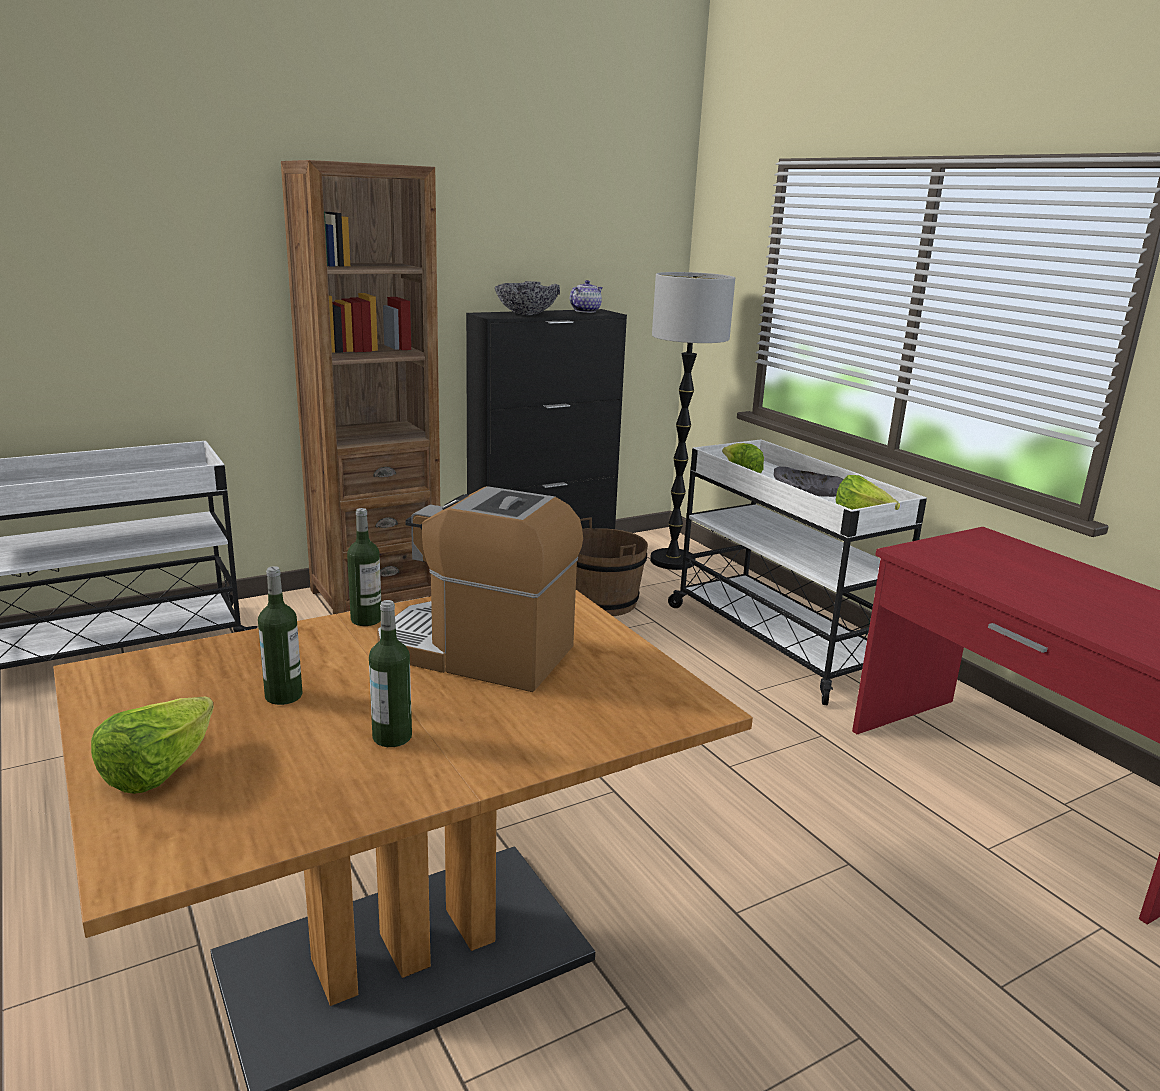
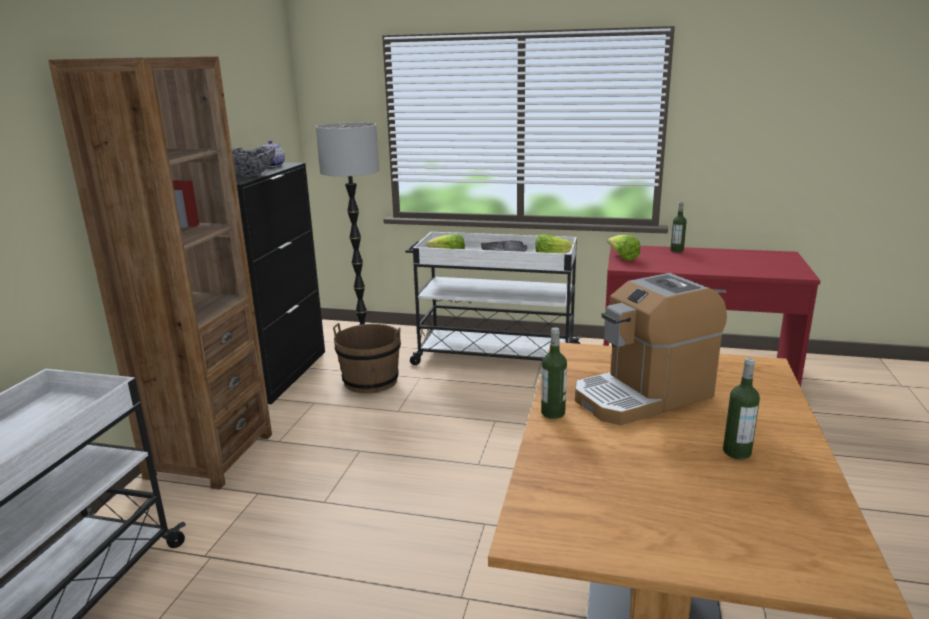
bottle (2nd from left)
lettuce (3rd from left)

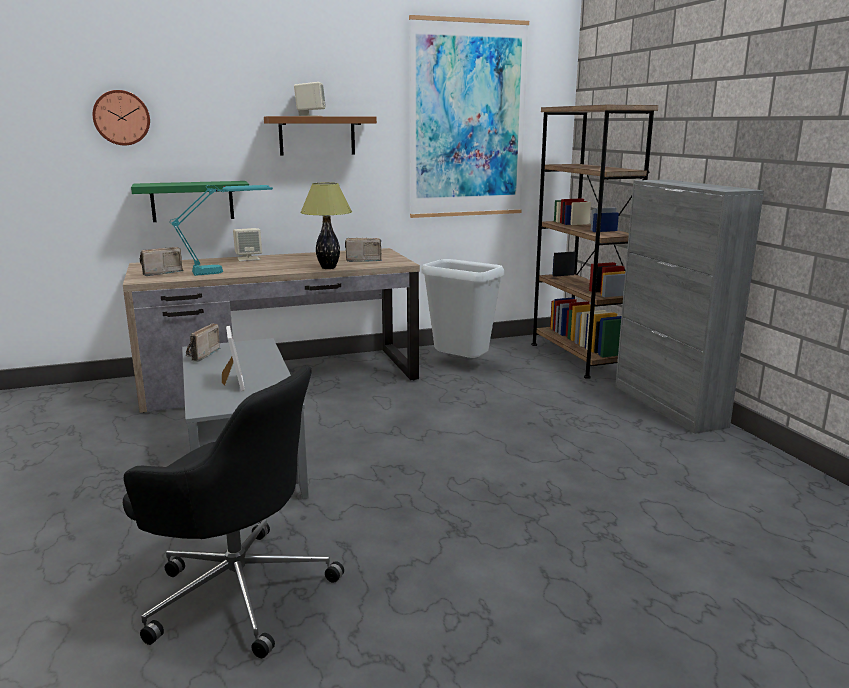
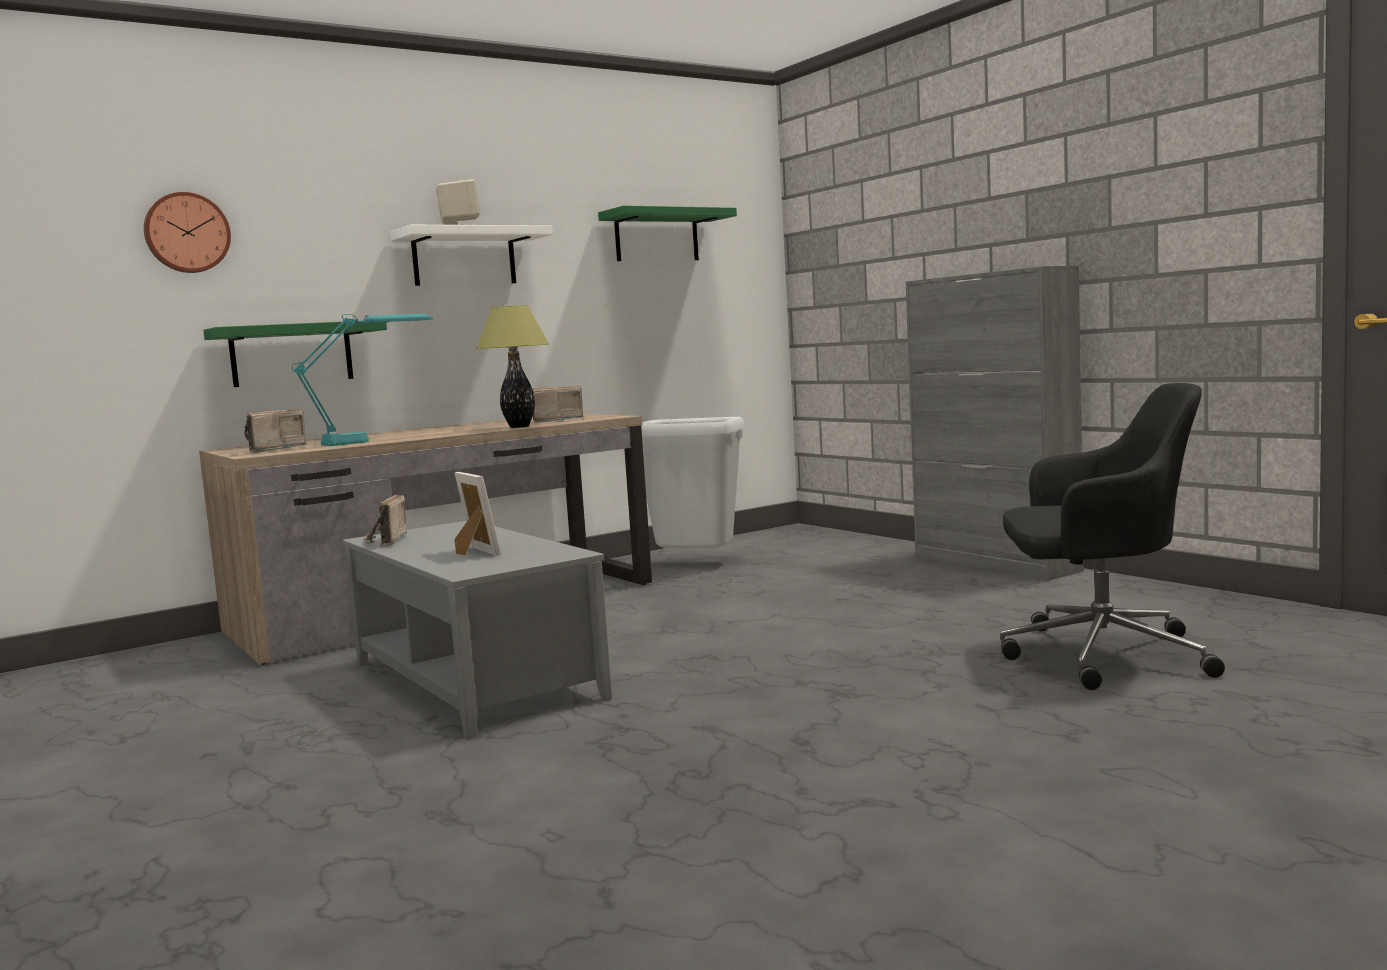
green-coloured wall shelf (2nd from left)
brown-coloured shelving unit
whitish wall shelf
beige audio speaker (1st from left in the first image)
blackish computer chair

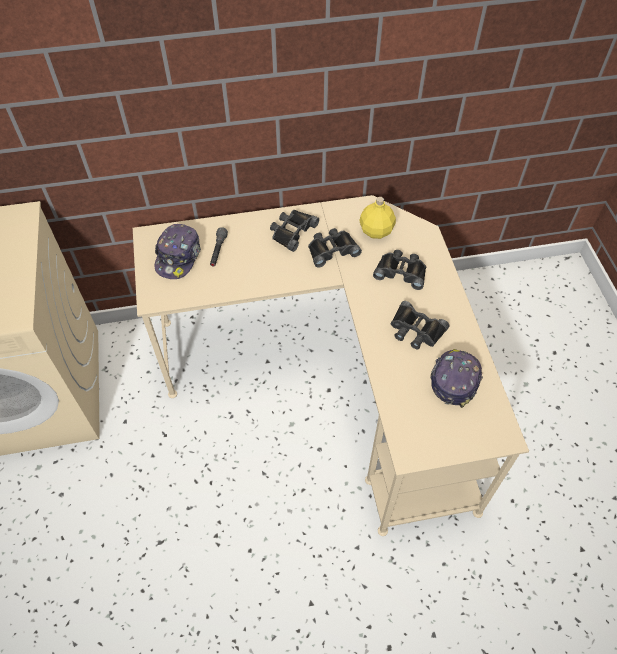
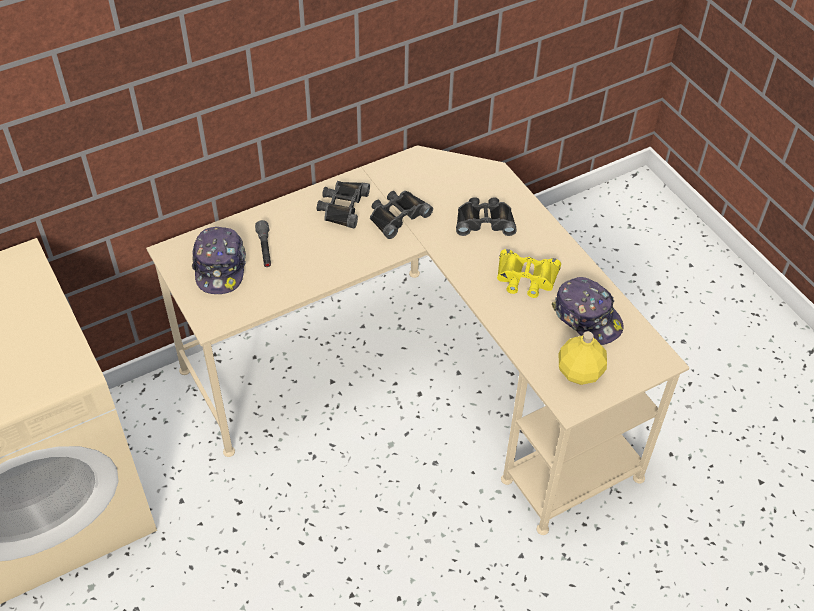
yellow-coloured bottle
yellow-coloured binoculars
peaked cap (2nd from left)

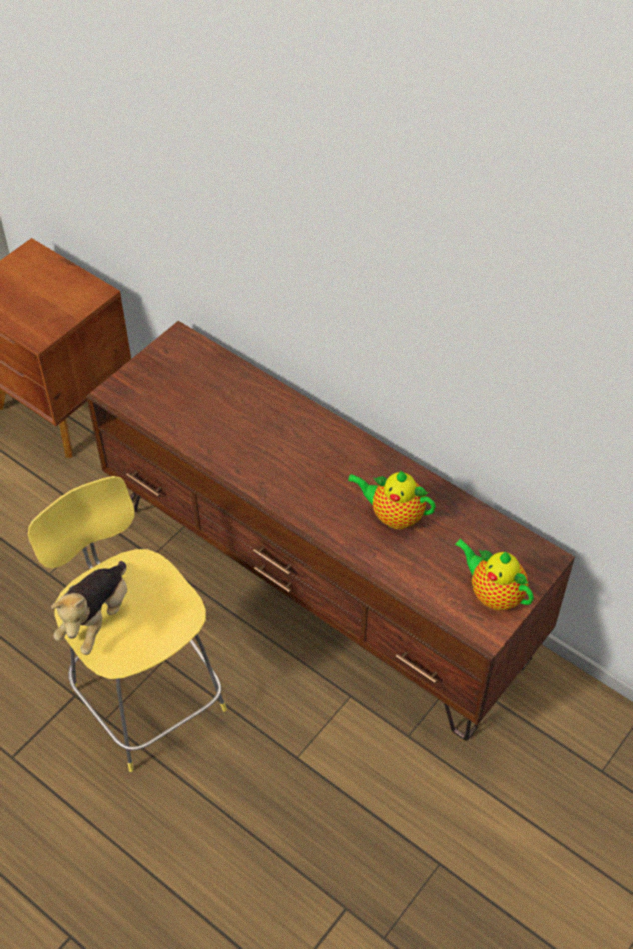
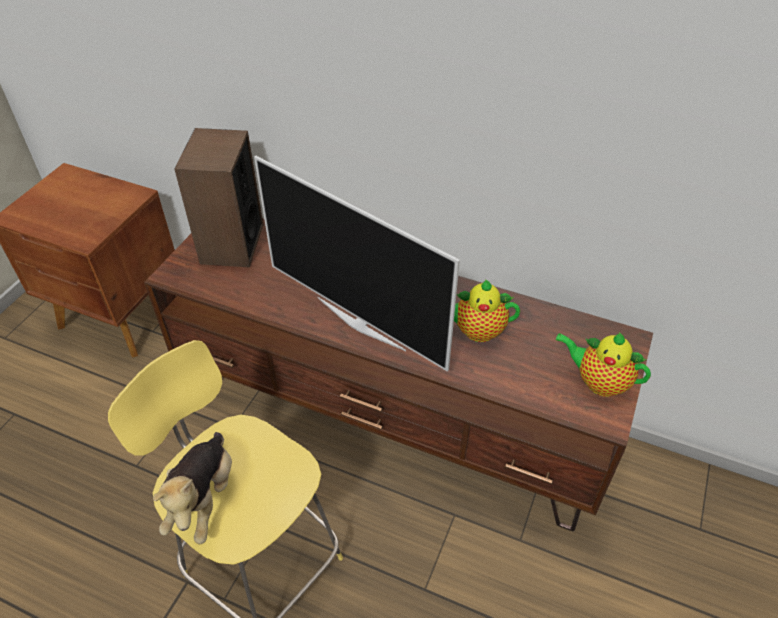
audio speaker
television

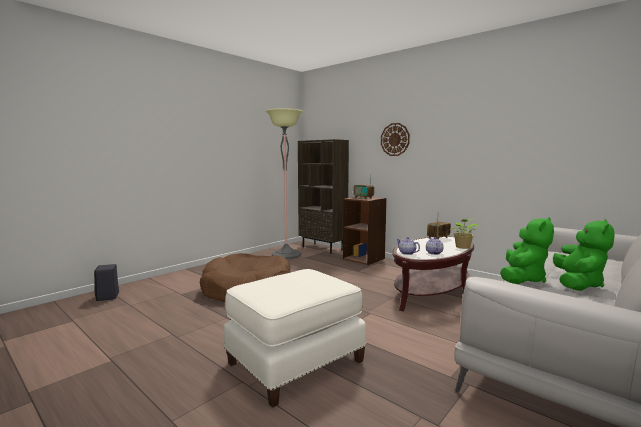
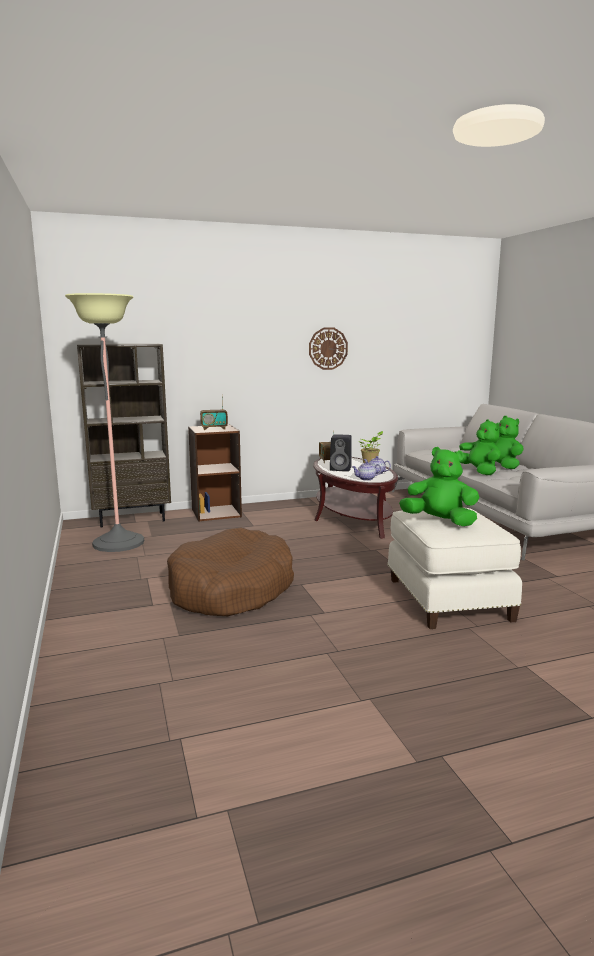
clock on the wall
blackish audio speaker
green-coloured plush toy (1st from left)

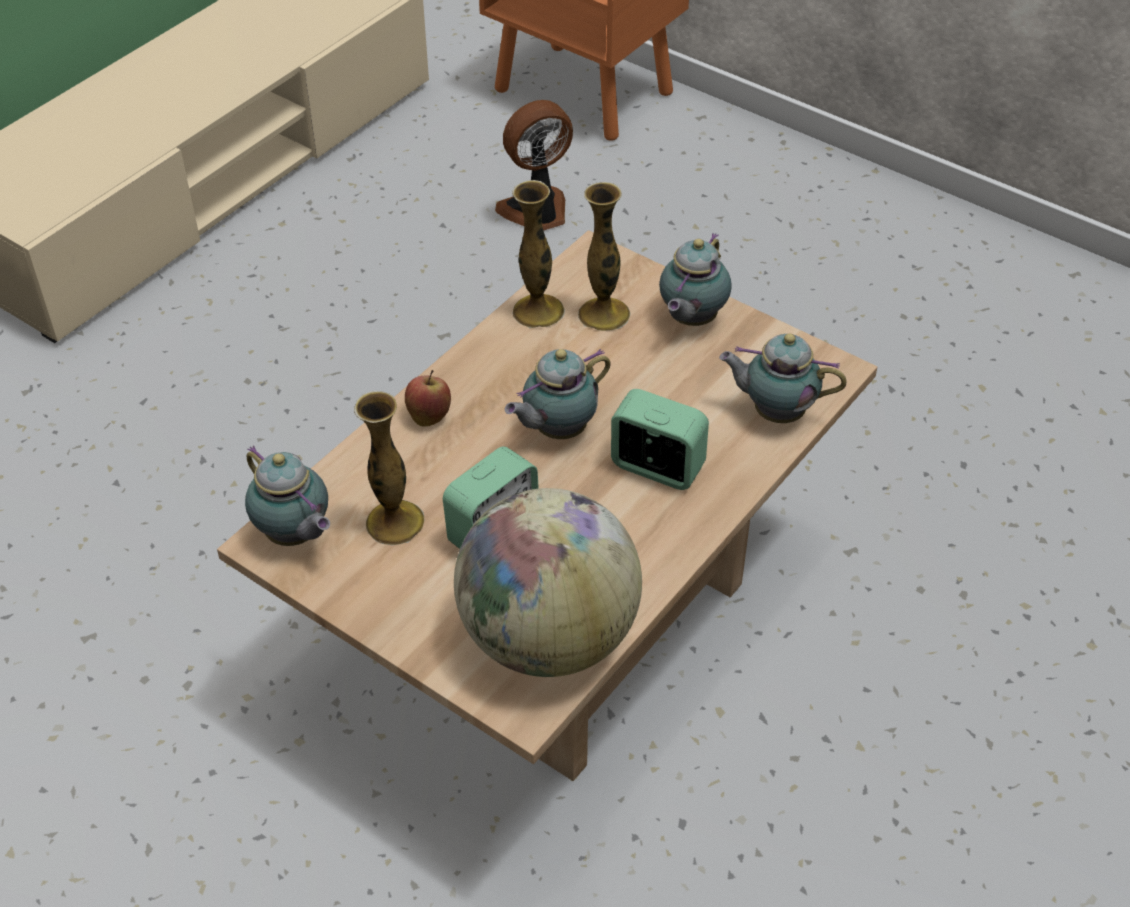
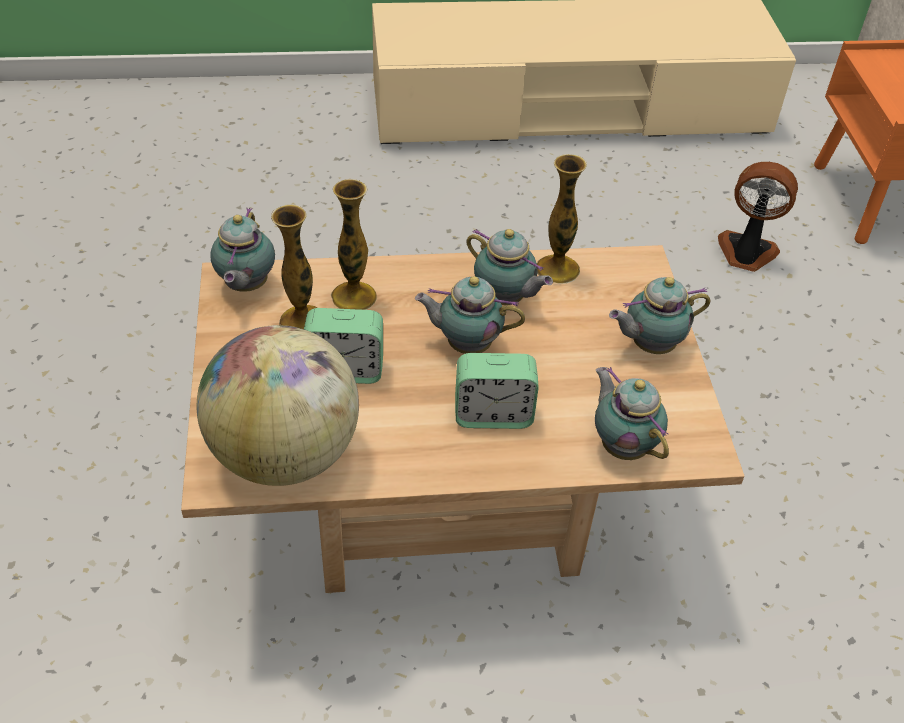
decorative vase (2nd from left)
apple fruit
table clock (2nd from left)
pot for tea (3rd from left)

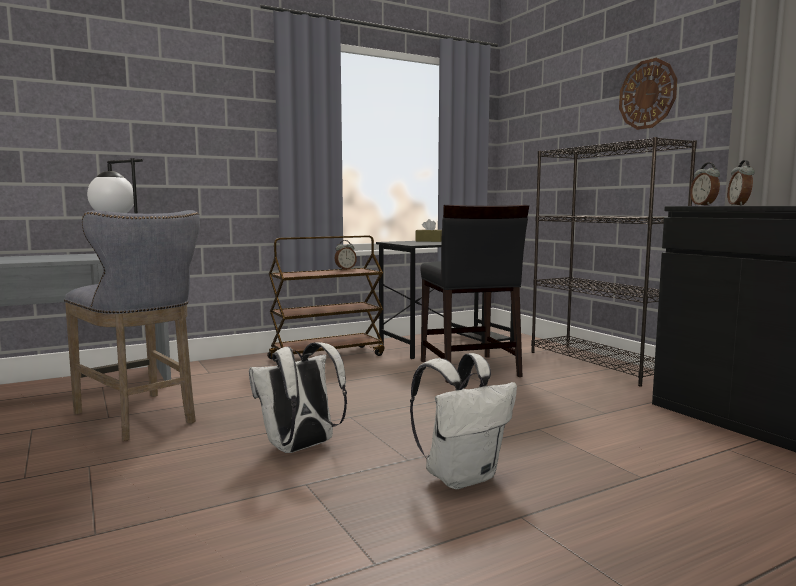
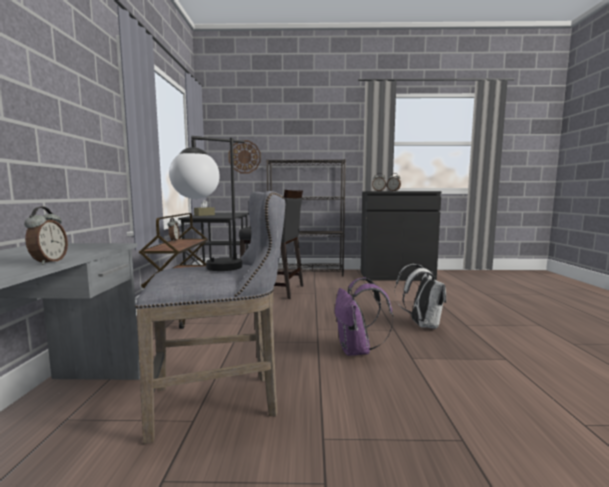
clock on the wall
purple rucksack
table clock (1st from left)

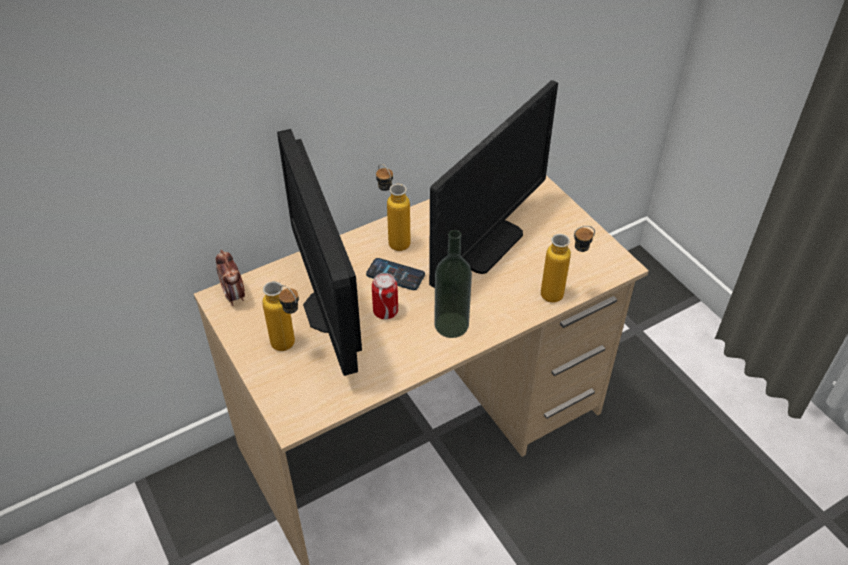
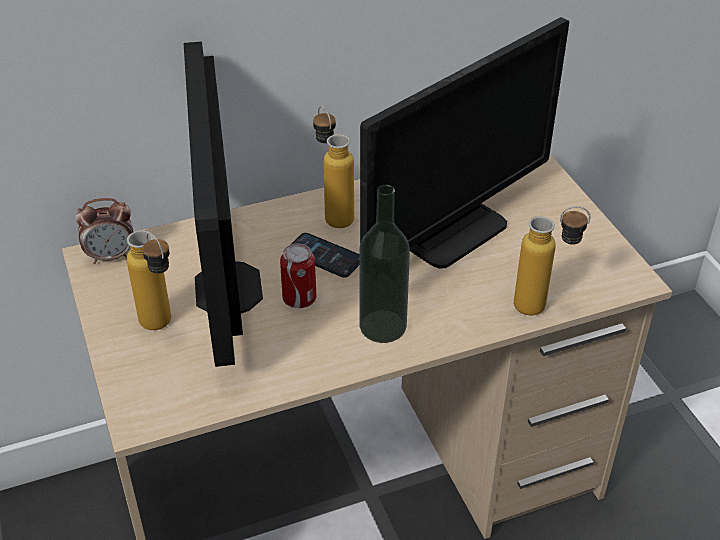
table clock

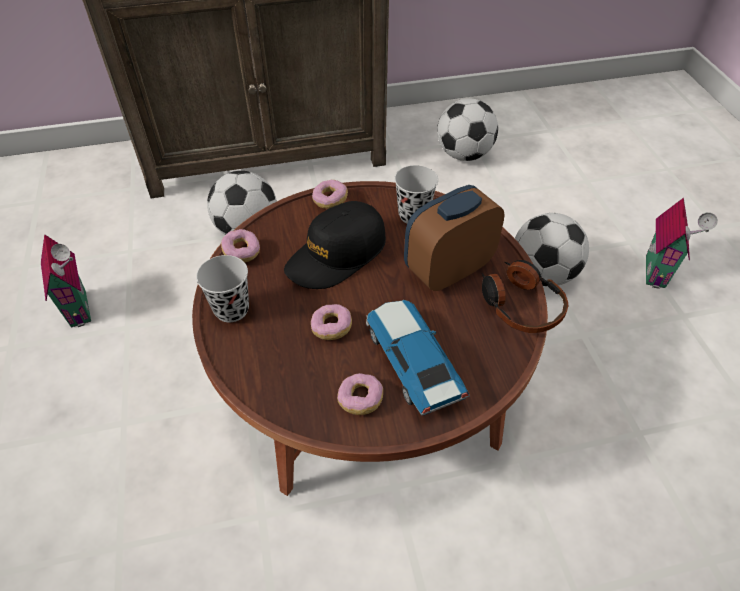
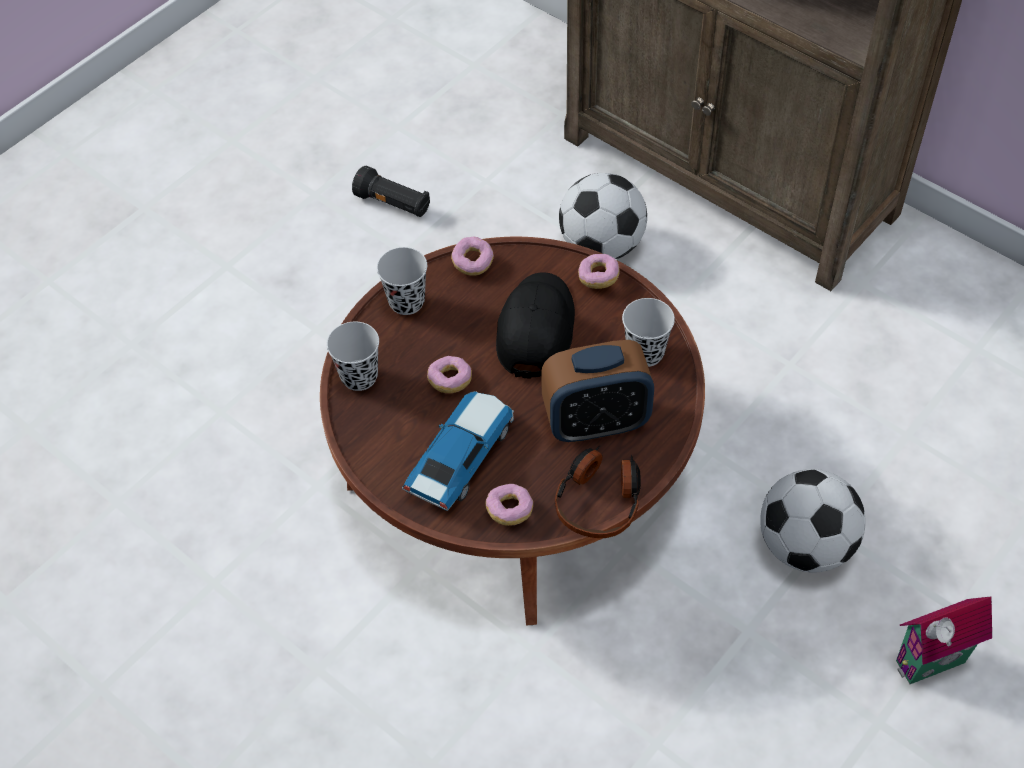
football ball (2nd from left in the first image)
table clock
blackish peaked cap
blackish flashlight
donut (3rd from left)
blackish small cup (1st from left)

